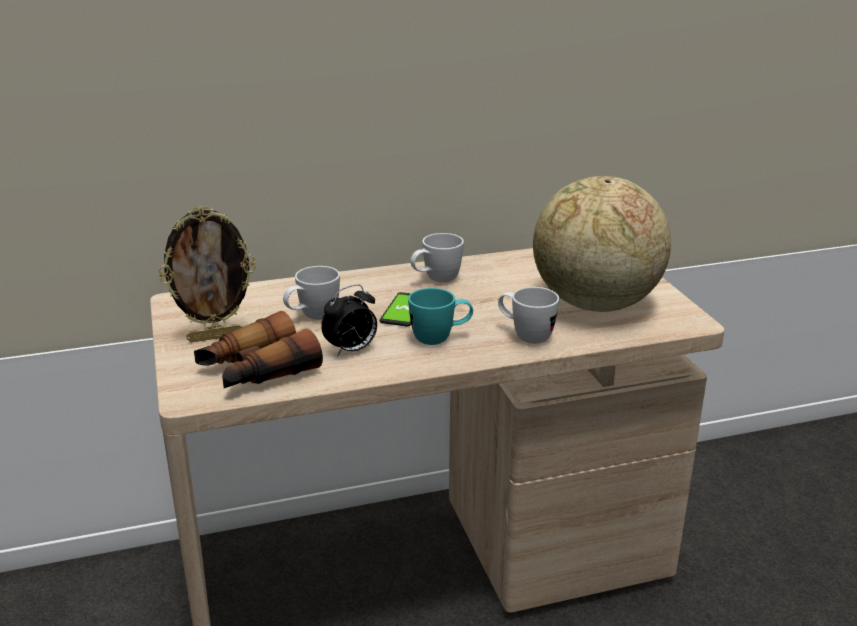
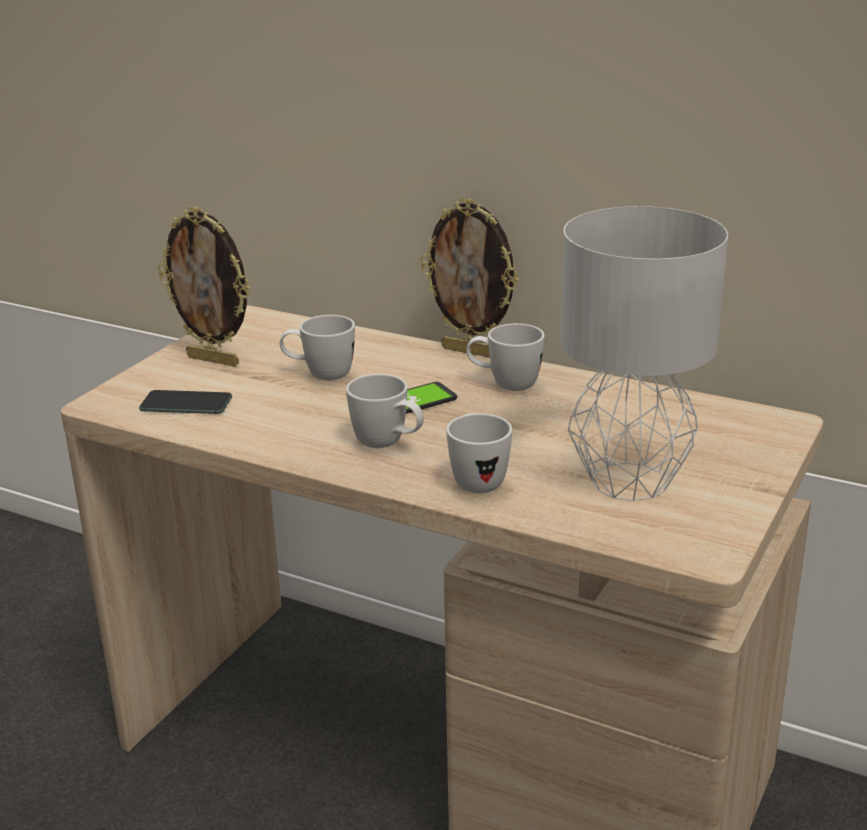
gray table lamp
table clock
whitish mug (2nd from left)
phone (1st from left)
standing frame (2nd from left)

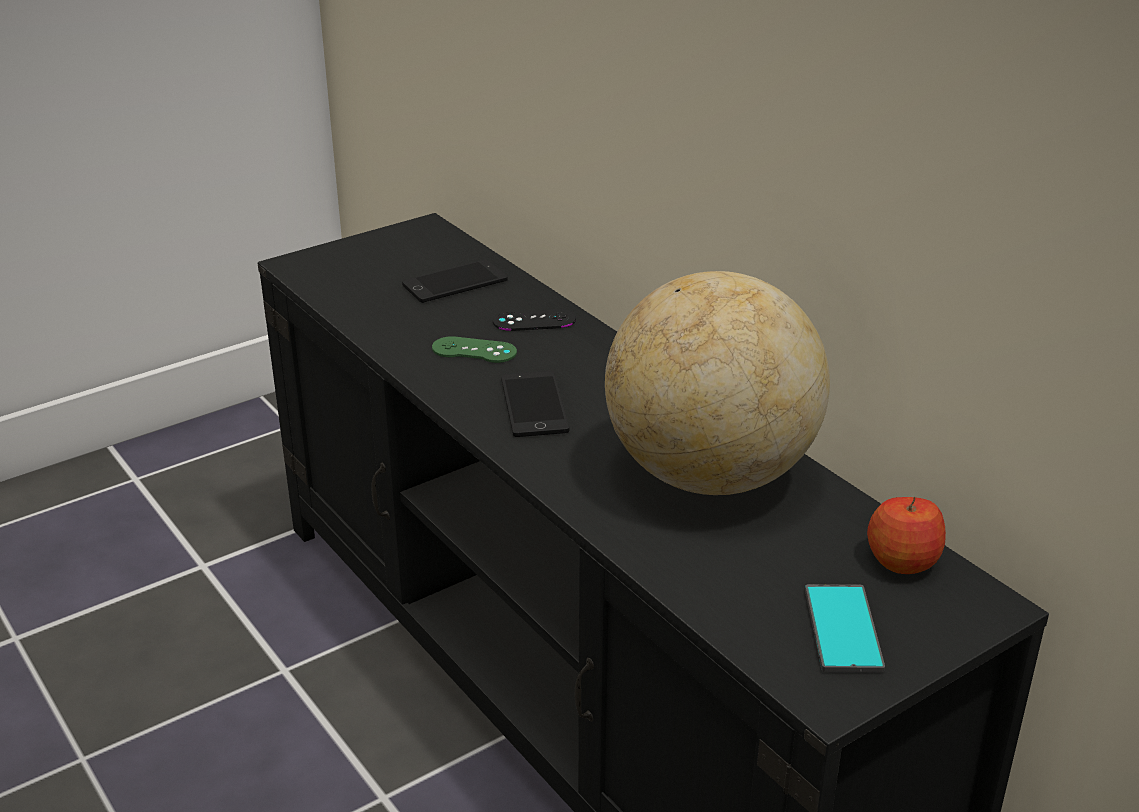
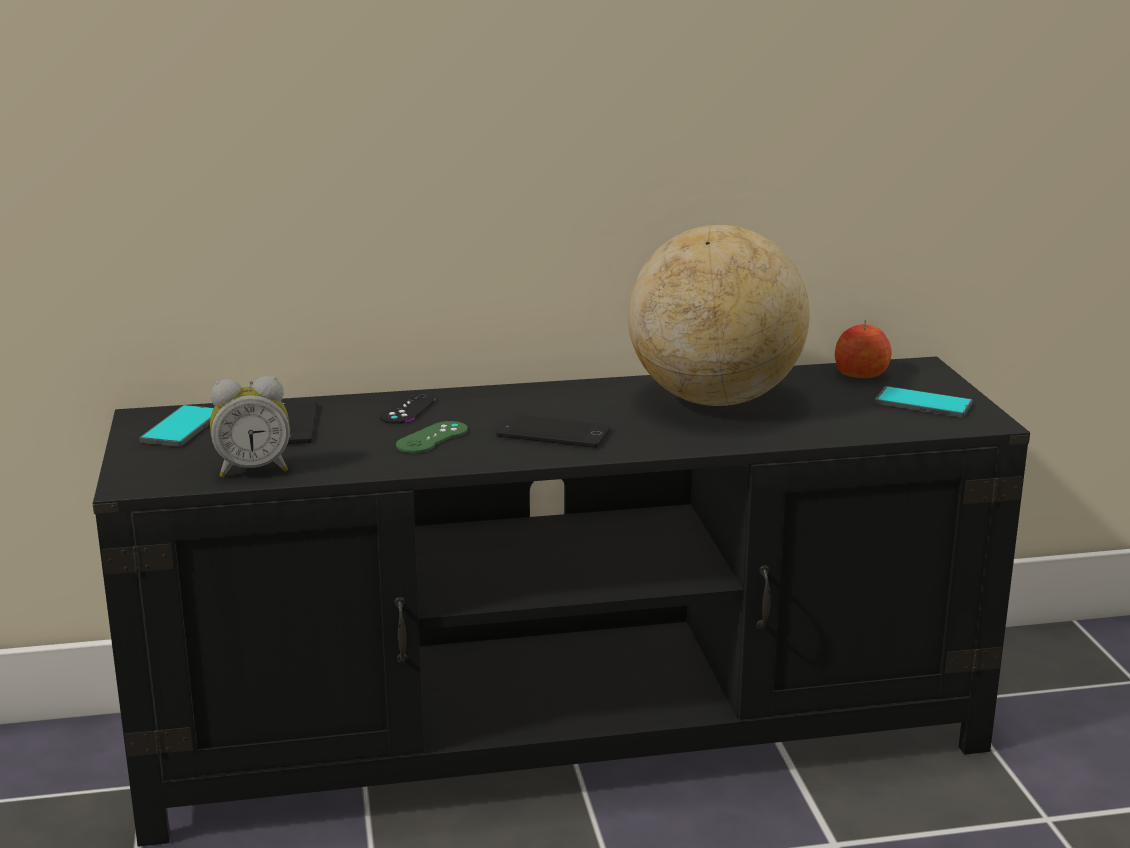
table clock
phone (1st from left)

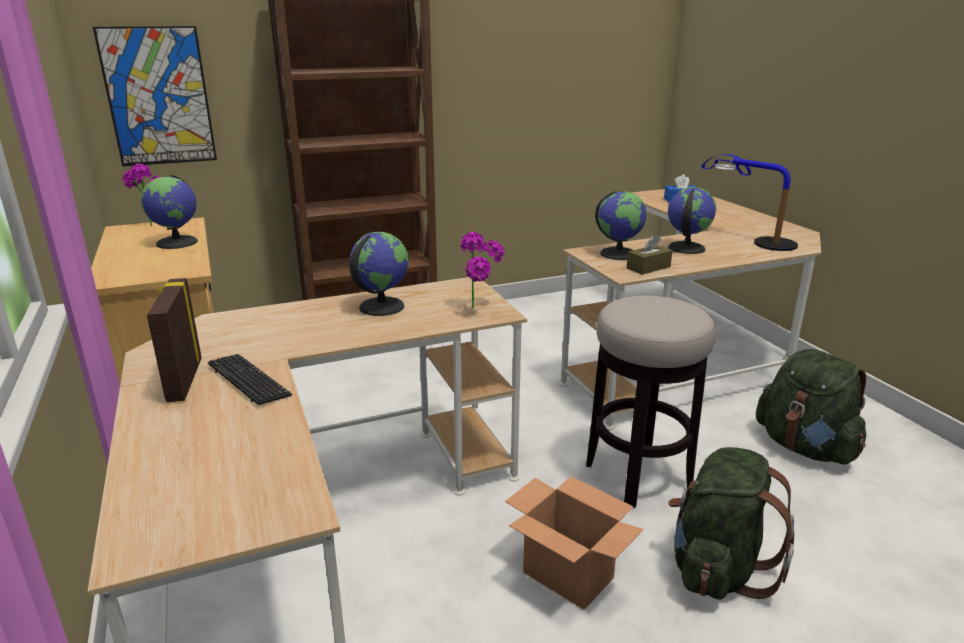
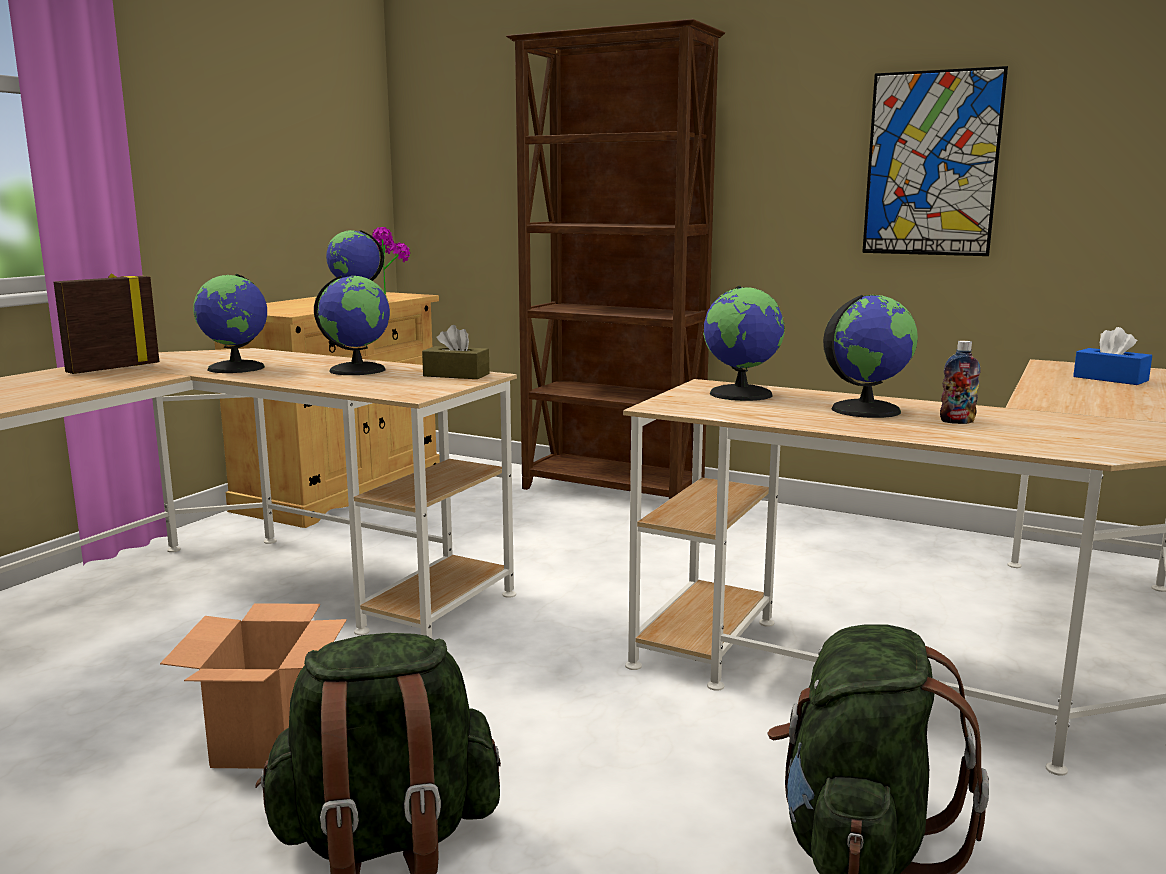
wall art
table lamp
potted plant (2nd from left in the first image)
brown-coloured tissue holder
stool seat
computer keyboard
globe (1st from left)
bottle

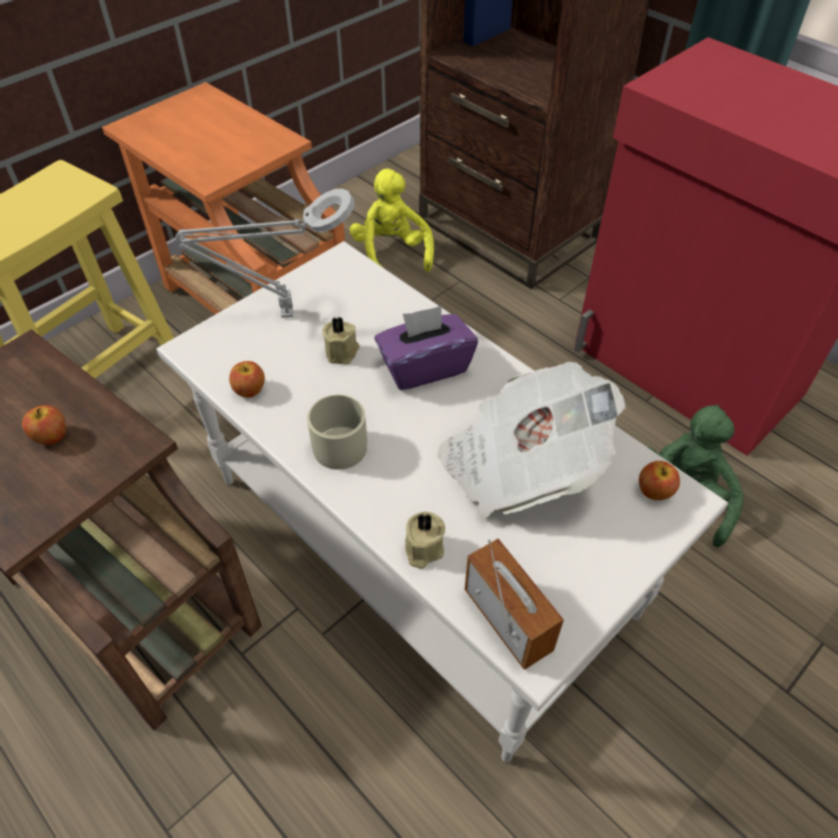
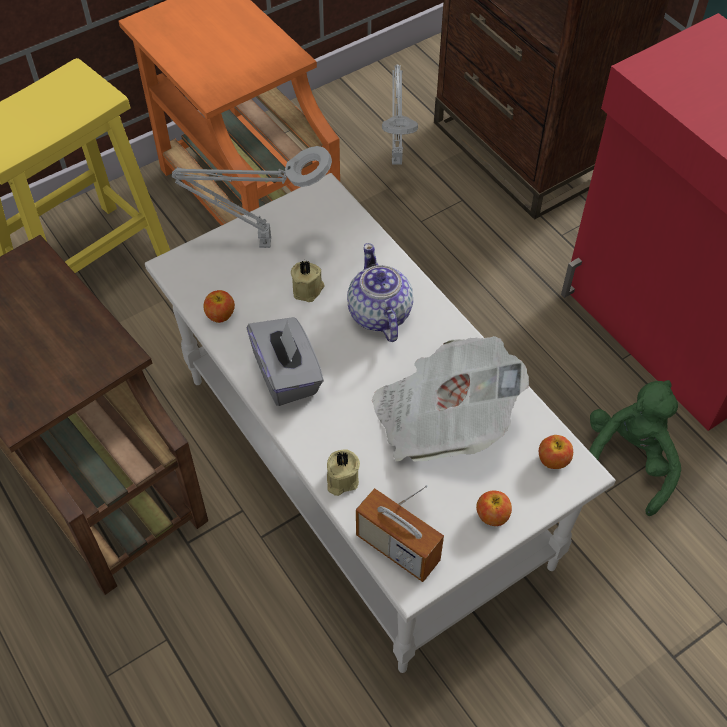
gray table lamp (2nd from left)
pot for tea
gray tissue holder
apple fruit (2nd from left)
radio

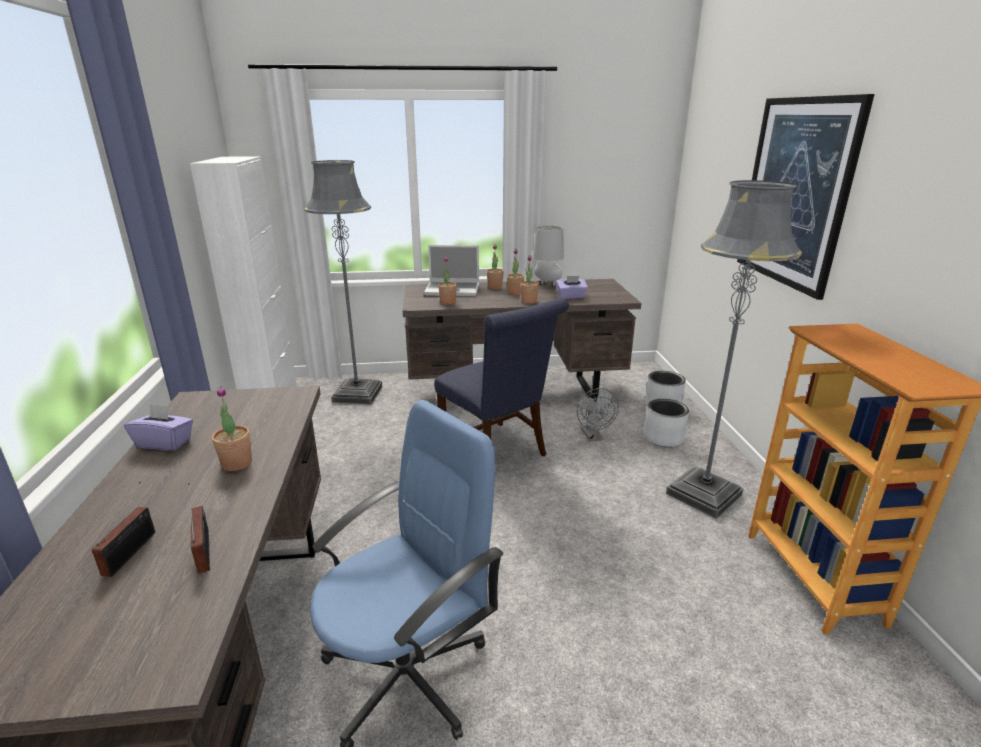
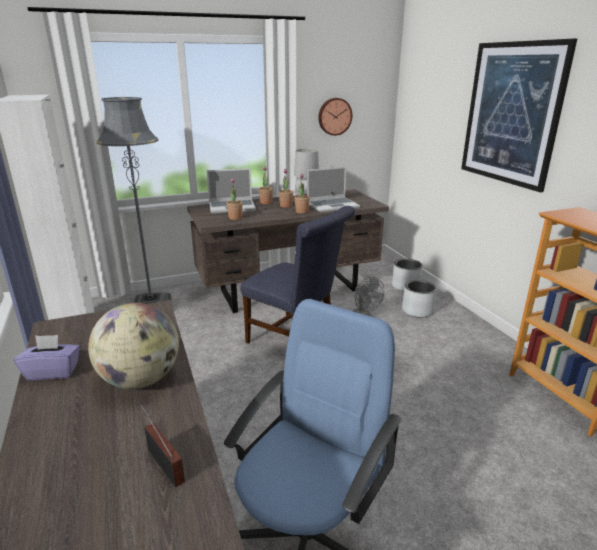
gray standing lamp (2nd from left in the first image)
notebook computer (2nd from left)
globe
radio (1st from left in the first image)
clock on the wall

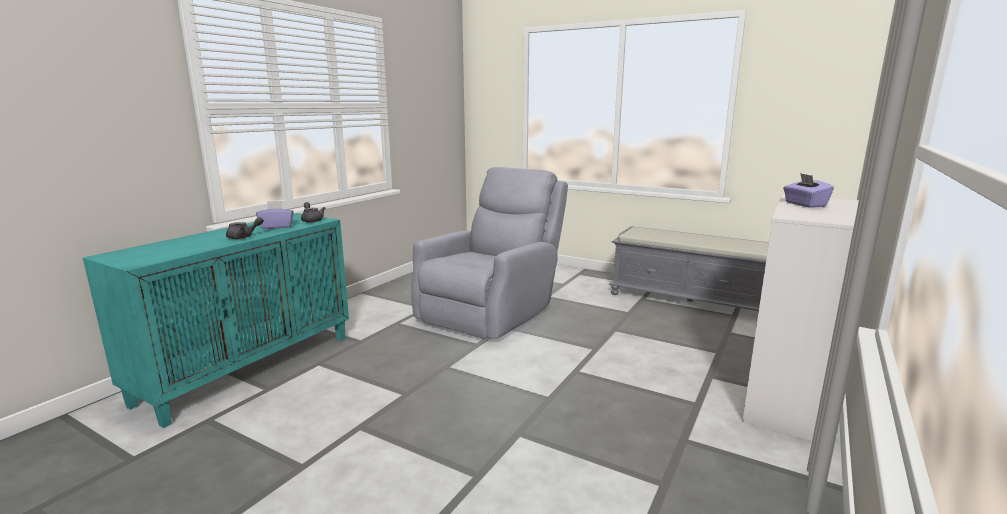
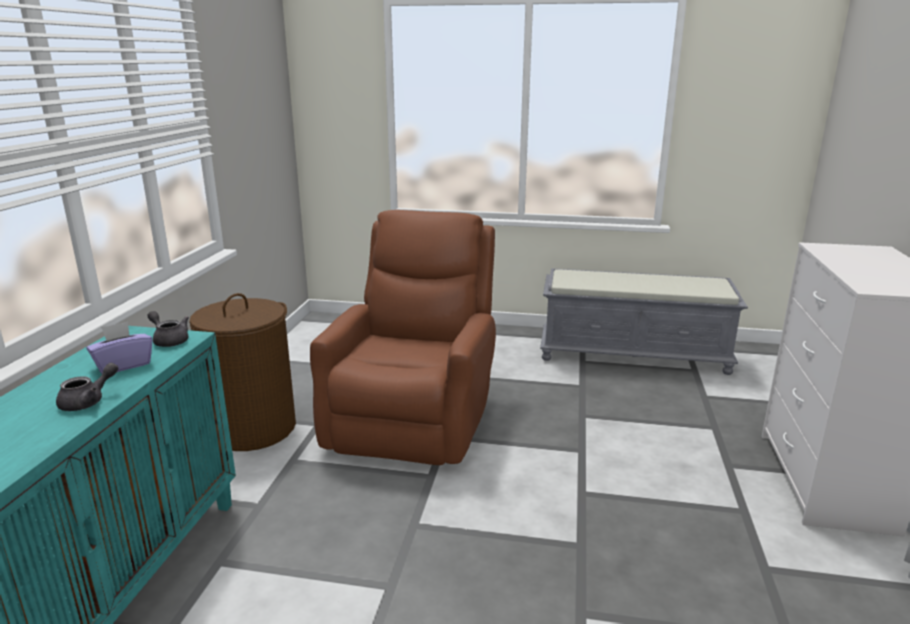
brown-coloured easy chair
purple tissue holder (2nd from left in the first image)
brown-coloured washing basket

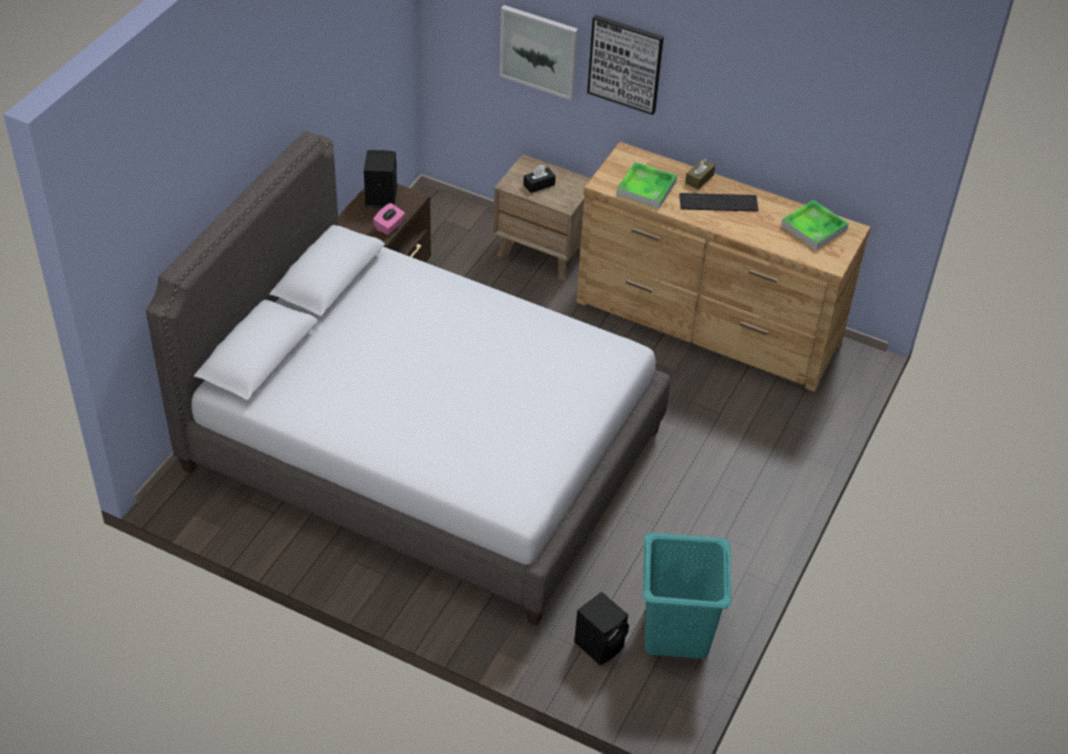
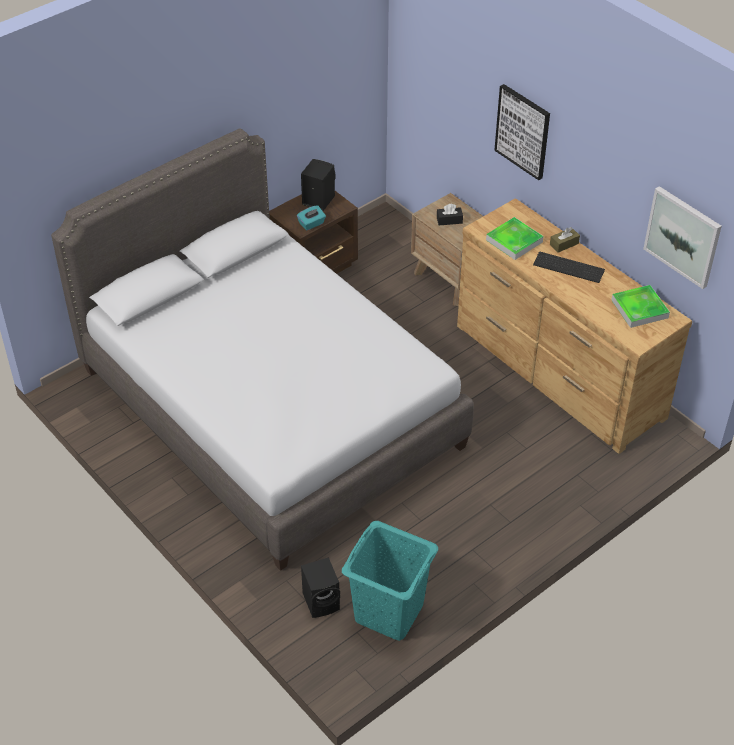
wall art (2nd from left)
blue-green tissue holder

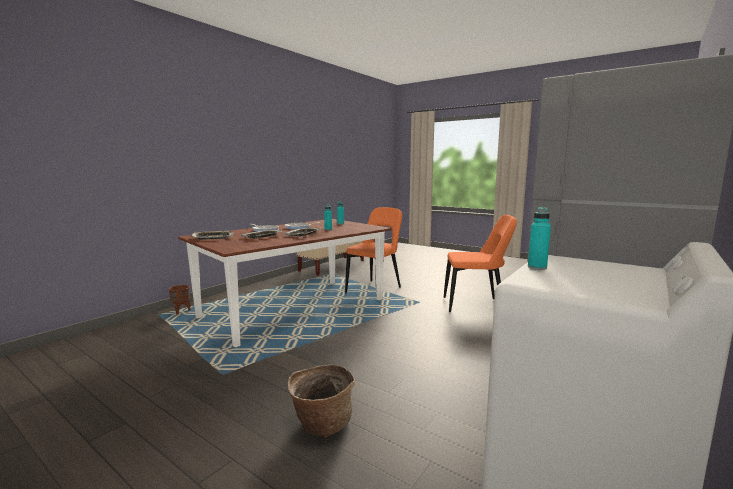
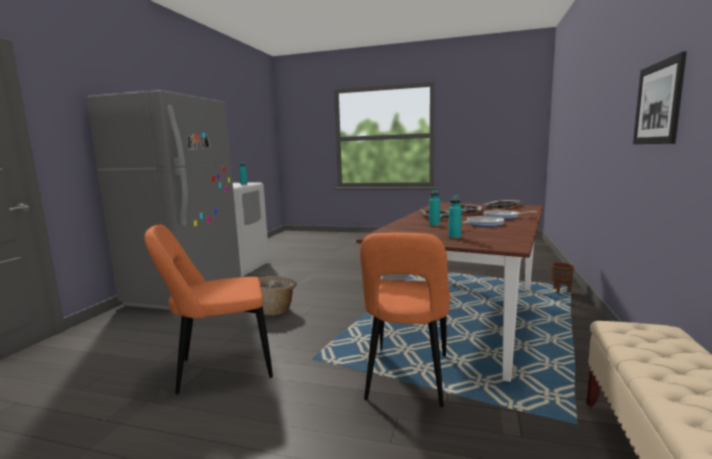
storage basket
wall art

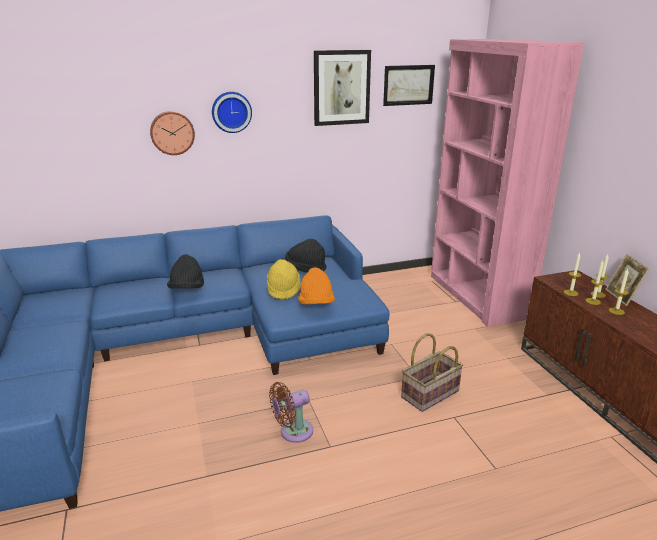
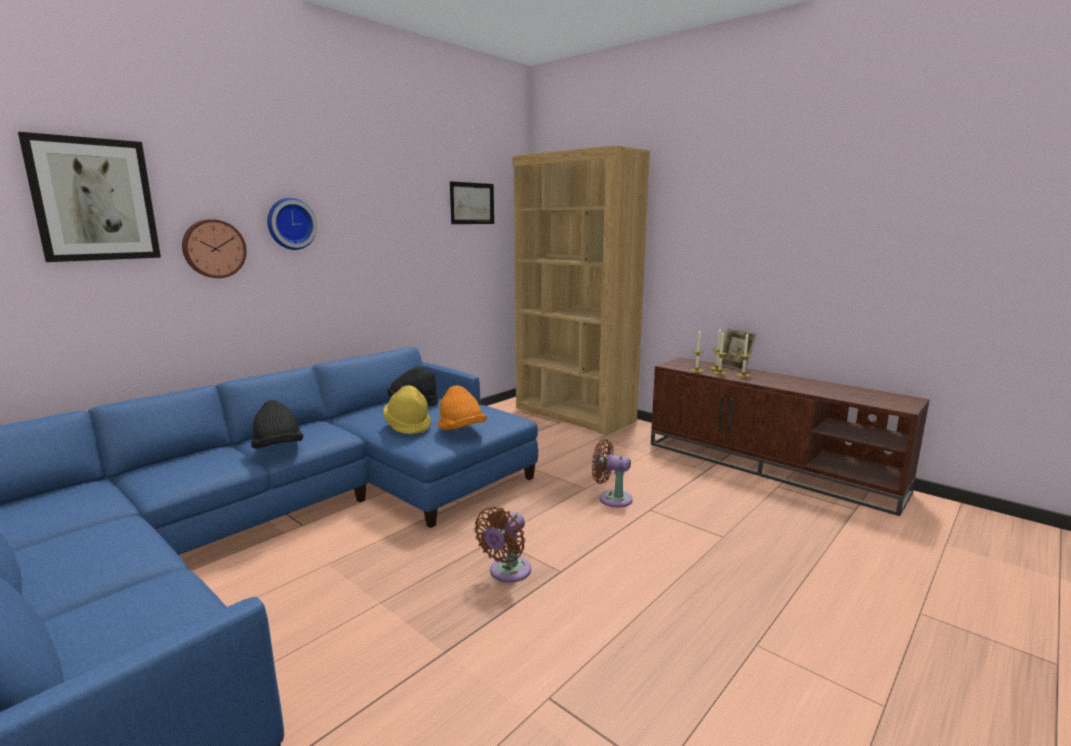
brown-coloured shelving unit
wall art (1st from left)
brown-coloured electric fan (2nd from left)

